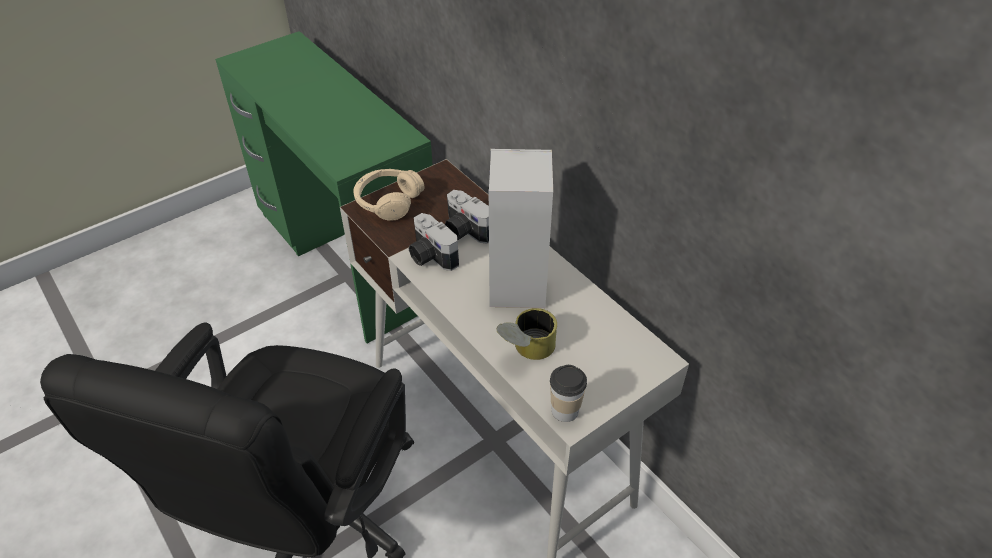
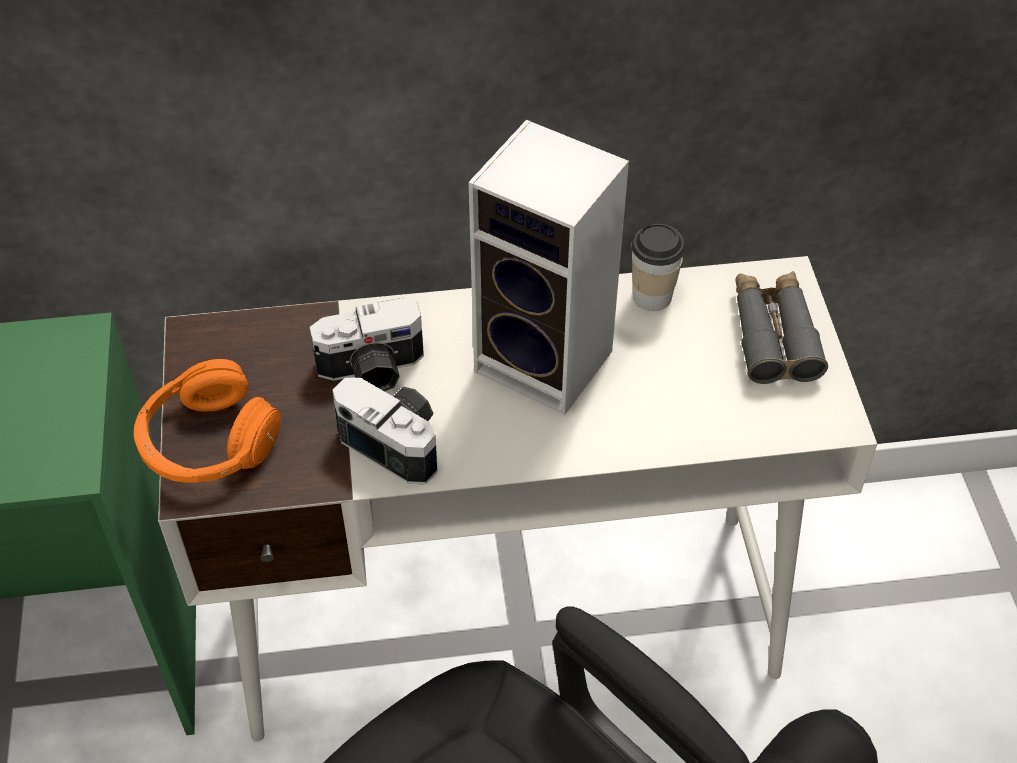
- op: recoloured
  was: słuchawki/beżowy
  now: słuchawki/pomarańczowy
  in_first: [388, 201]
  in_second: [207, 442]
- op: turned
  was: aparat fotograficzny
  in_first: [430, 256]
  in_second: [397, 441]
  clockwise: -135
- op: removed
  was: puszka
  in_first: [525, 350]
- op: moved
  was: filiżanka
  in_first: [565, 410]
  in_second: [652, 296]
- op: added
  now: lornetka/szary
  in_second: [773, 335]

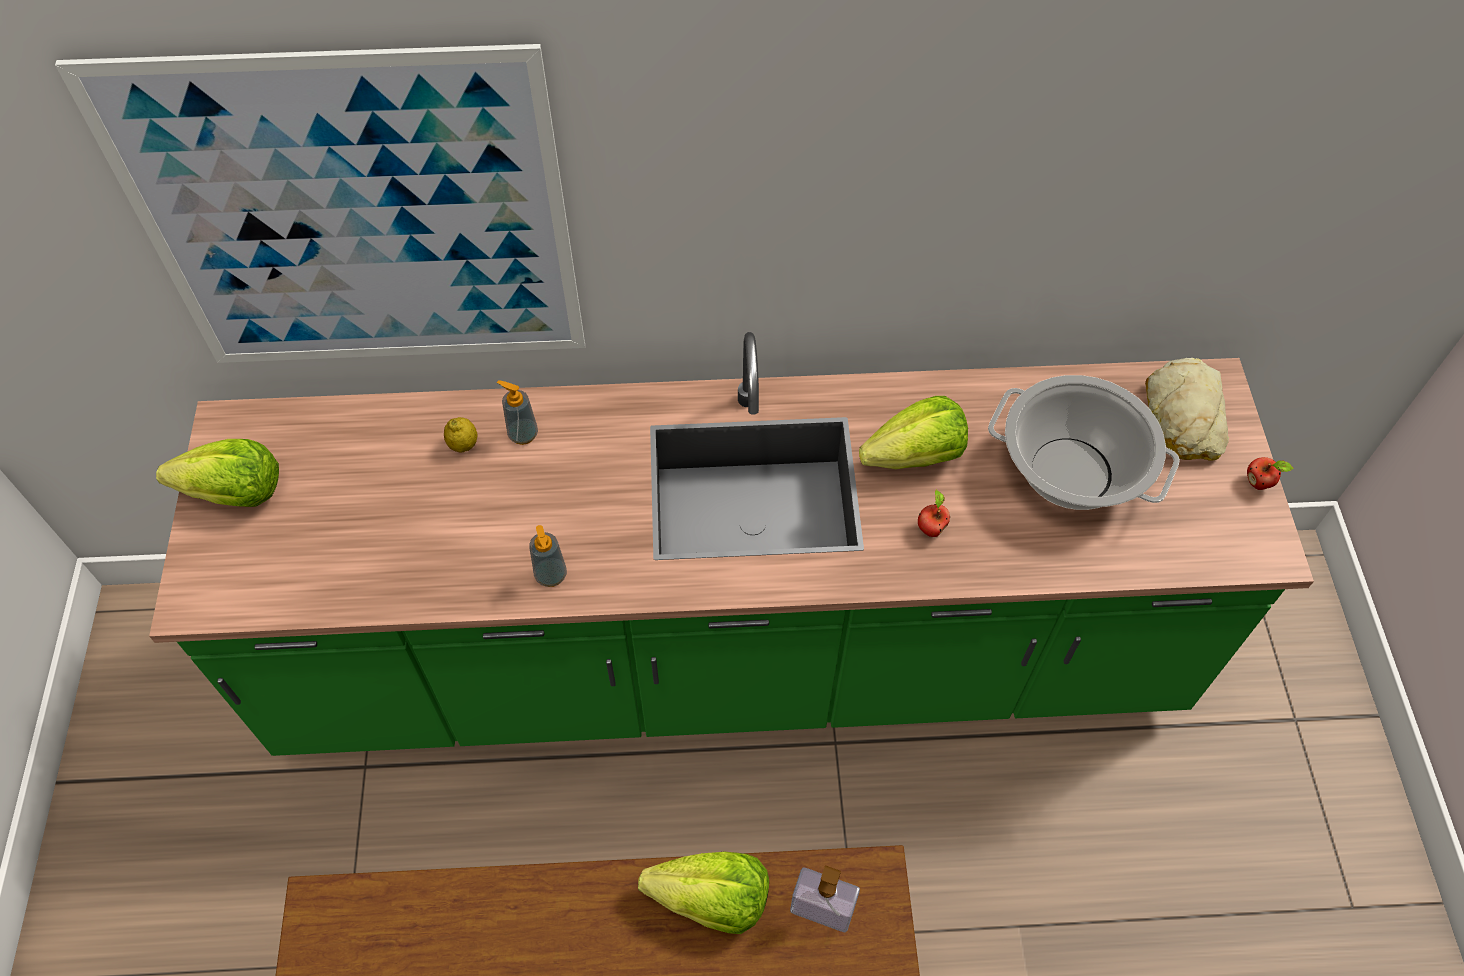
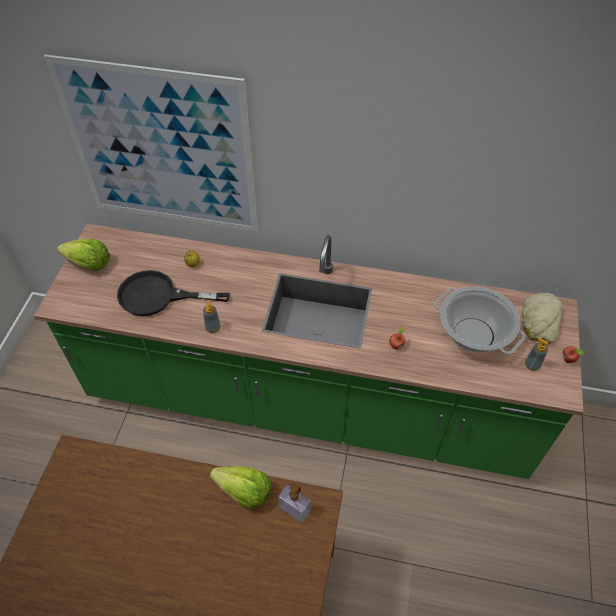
- op: moved
  was: dozownik mydła
  in_first: [523, 434]
  in_second: [532, 365]
- op: removed
  was: sałata
  in_first: [915, 457]
- op: added
  now: patelnia/czarny
  in_second: [158, 296]

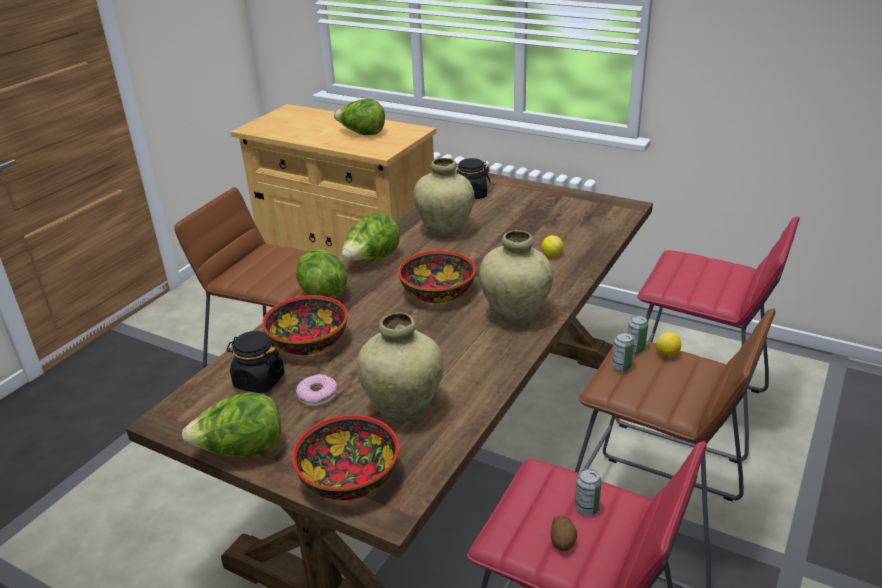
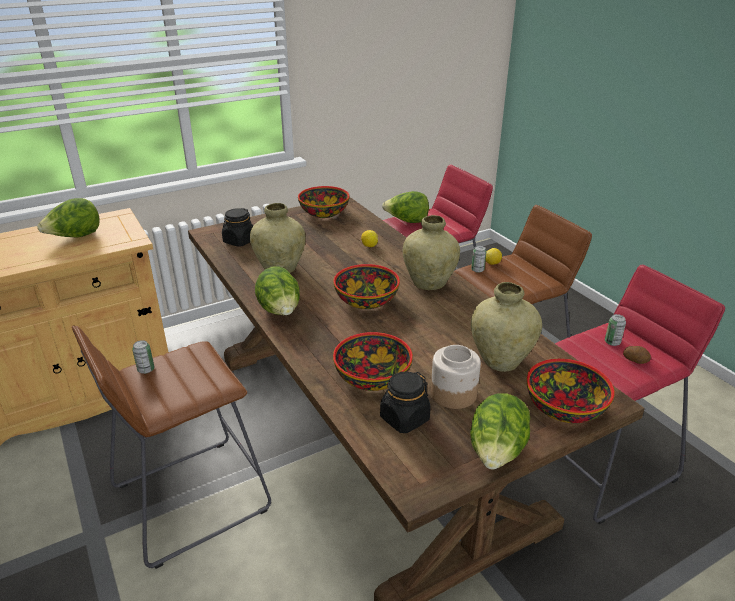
- op: moved
  was: sałata
  in_first: [322, 293]
  in_second: [406, 221]
- op: moved
  was: puszka
  in_first: [621, 366]
  in_second: [146, 369]
- op: replaced
  was: donut
  now: słoik
  in_first: [317, 396]
  in_second: [453, 394]
- op: added
  now: miska
  in_second: [323, 213]

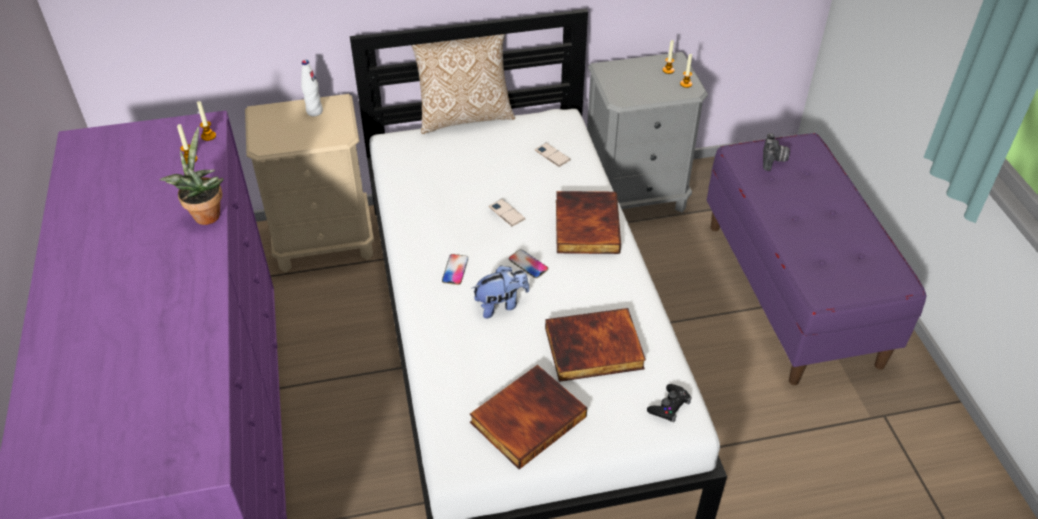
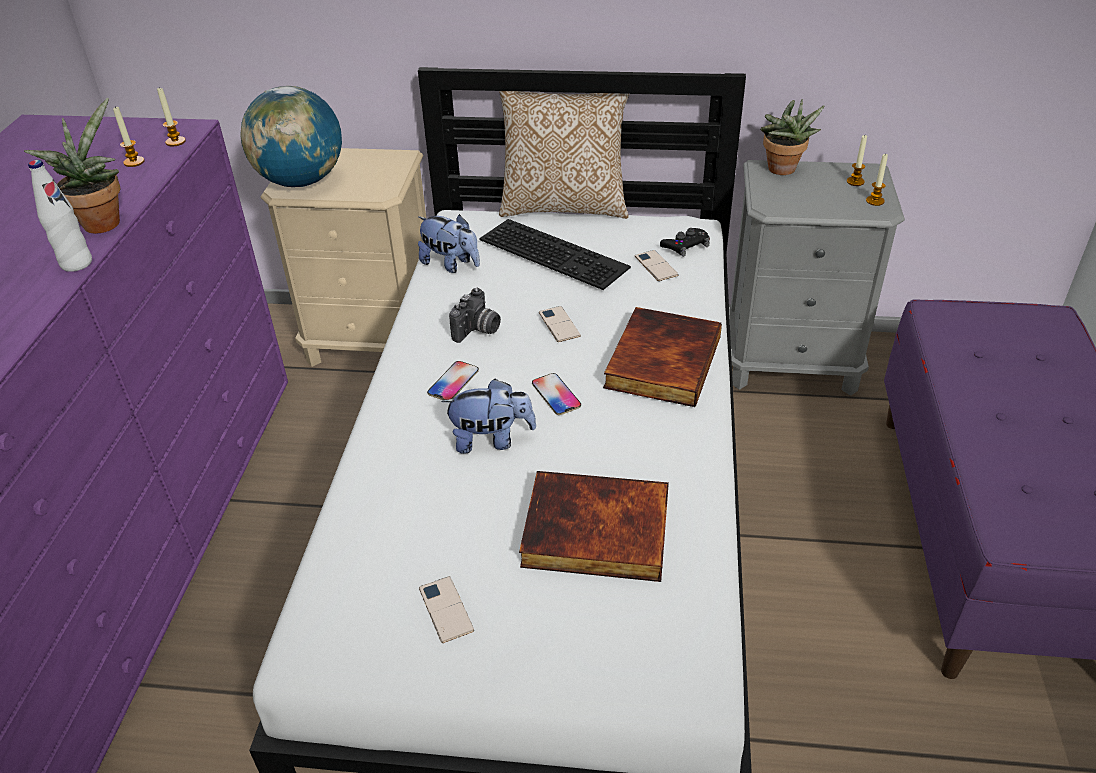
- op: moved
  was: butelka/biały
  in_first: [314, 111]
  in_second: [76, 263]
- op: moved
  was: aparat fotograficzny
  in_first: [774, 161]
  in_second: [478, 331]
- op: replaced
  was: książka
  now: telefon
  in_first: [527, 417]
  in_second: [446, 609]
- op: moved
  was: pad do gier/czarny
  in_first: [669, 406]
  in_second: [685, 246]
- op: added
  now: globus
  in_second: [301, 181]
- op: added
  now: roślina doniczkowa
  in_second: [783, 171]
- op: added
  now: pluszak
  in_second: [451, 264]
- op: added
  now: klawiatura
  in_second: [556, 252]

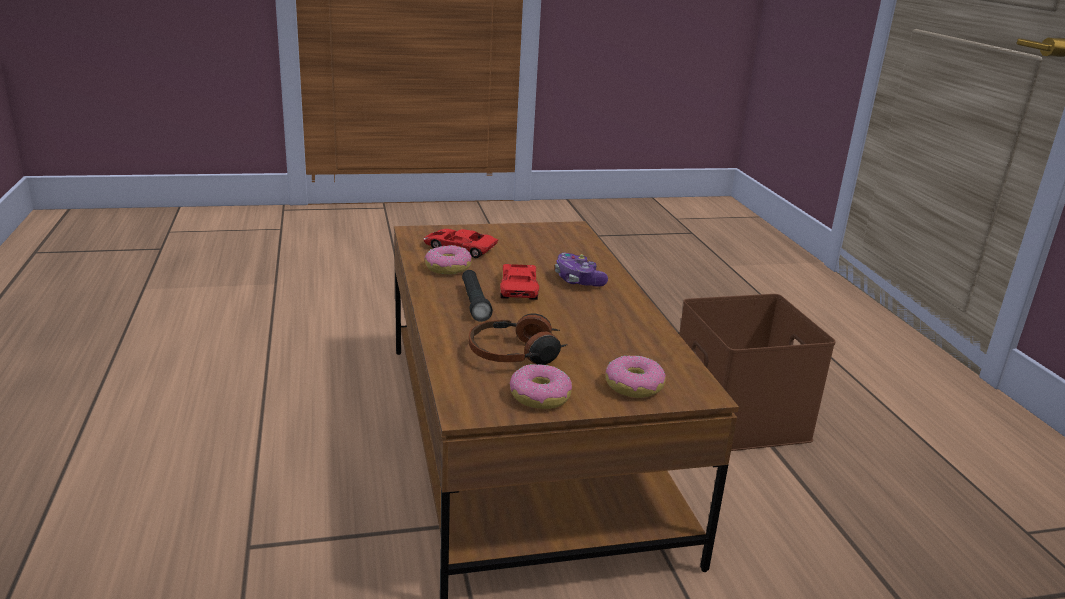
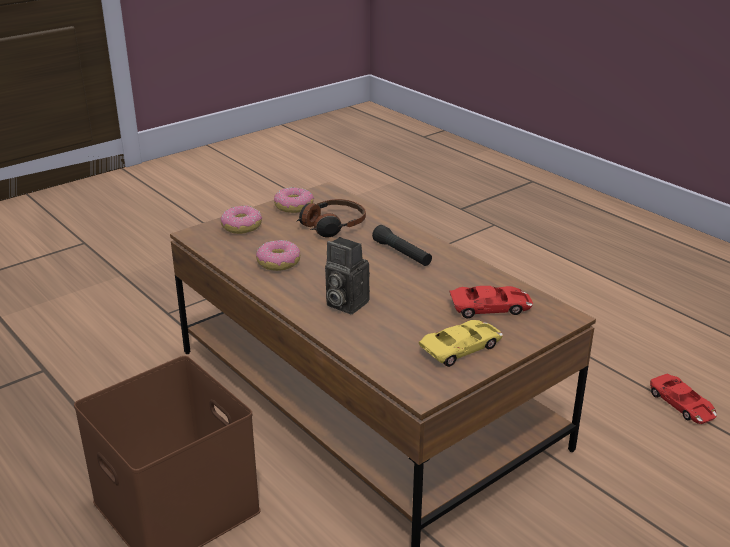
- op: moved
  was: donut
  in_first: [448, 268]
  in_second: [278, 263]
- op: replaced
  was: pad do gier
  now: aparat fotograficzny
  in_first: [578, 280]
  in_second: [344, 303]
- op: moved
  was: samochodzik/czerwony
  in_first: [518, 287]
  in_second: [682, 405]
- op: added
  now: samochodzik/żółty
  in_second: [462, 347]

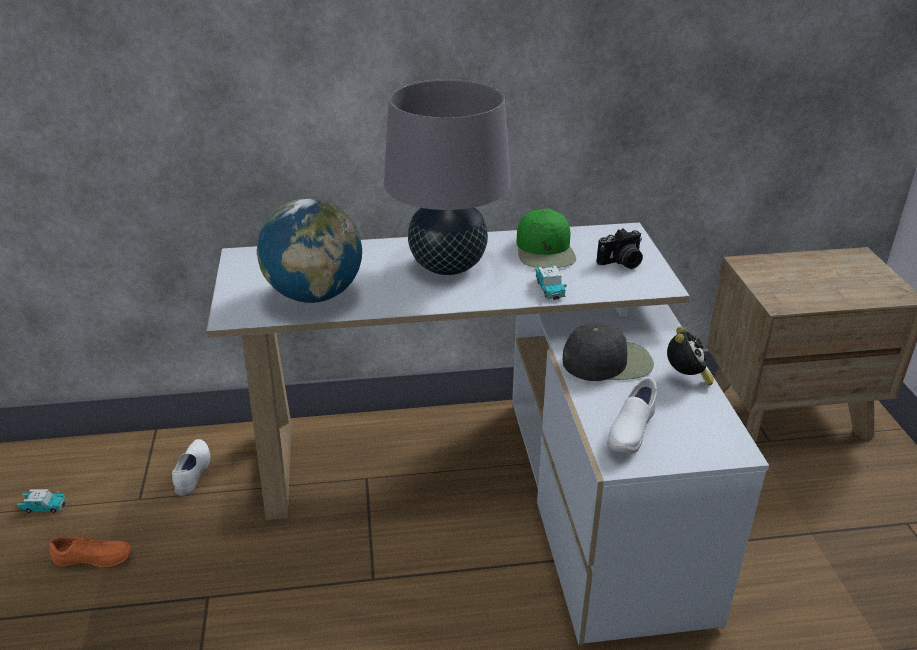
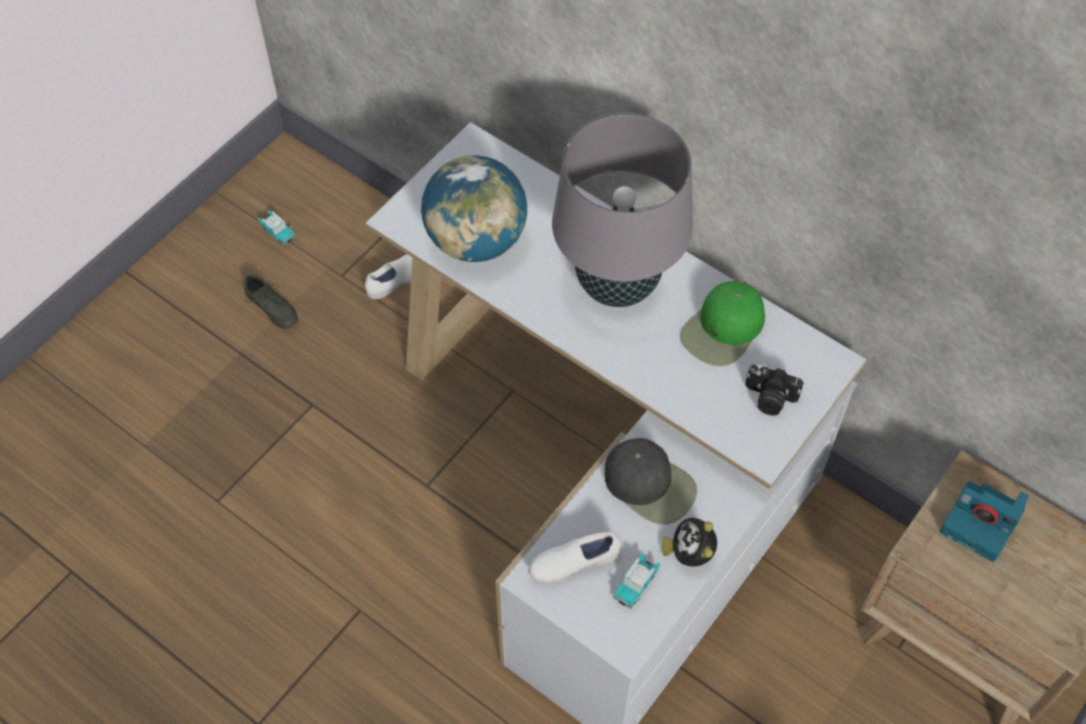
- op: moved
  was: samochodzik
  in_first: [549, 289]
  in_second: [636, 584]
- op: turned
  was: budzik
  in_first: [686, 377]
  in_second: [689, 553]
  clockwise: 120
- op: recoloured
  was: but/pomarańczowy
  now: but/szary
  in_first: [92, 560]
  in_second: [270, 309]
- op: added
  now: aparat fotograficzny
  in_second: [982, 523]

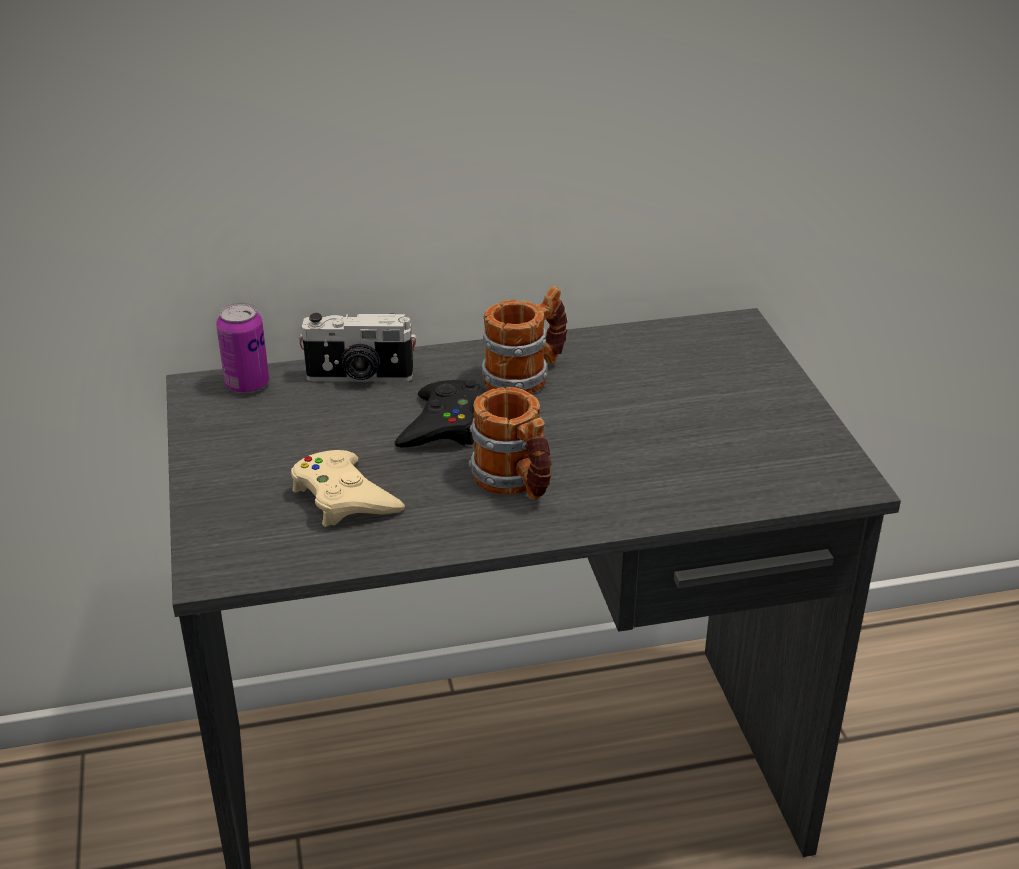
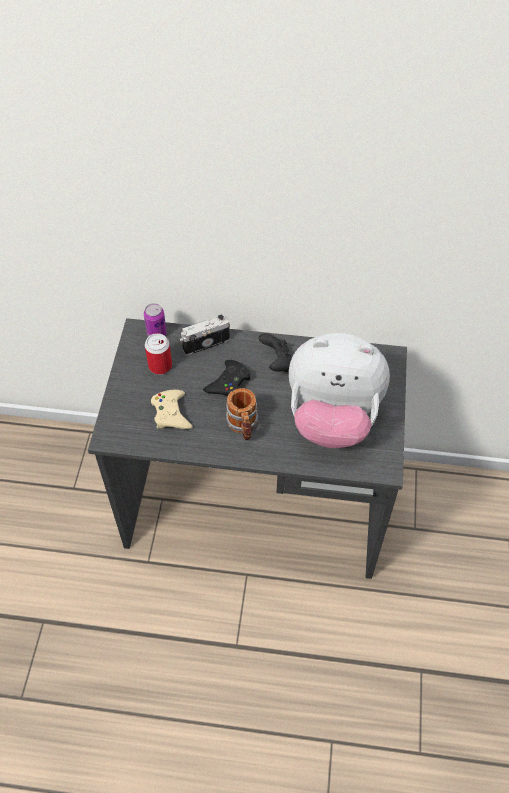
- op: replaced
  was: kubek
  now: pad do gier/czarny
  in_first: [526, 375]
  in_second: [277, 362]
- op: turned
  was: aparat fotograficzny
  in_first: [360, 377]
  in_second: [205, 343]
  clockwise: 135
- op: added
  now: puszka
  in_second: [160, 366]
- op: added
  now: pluszak
  in_second: [332, 418]

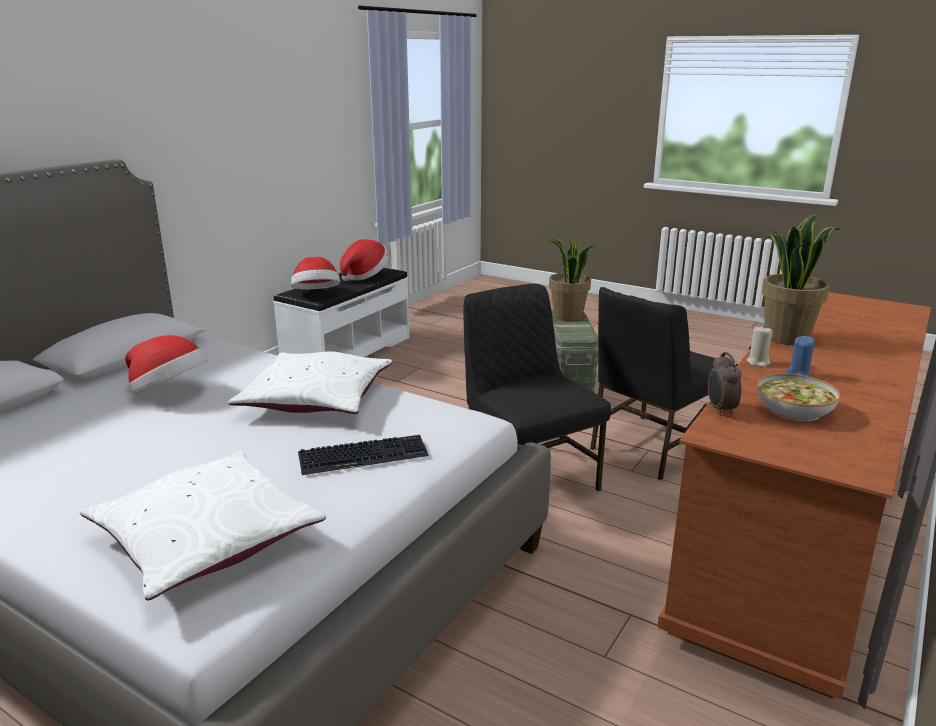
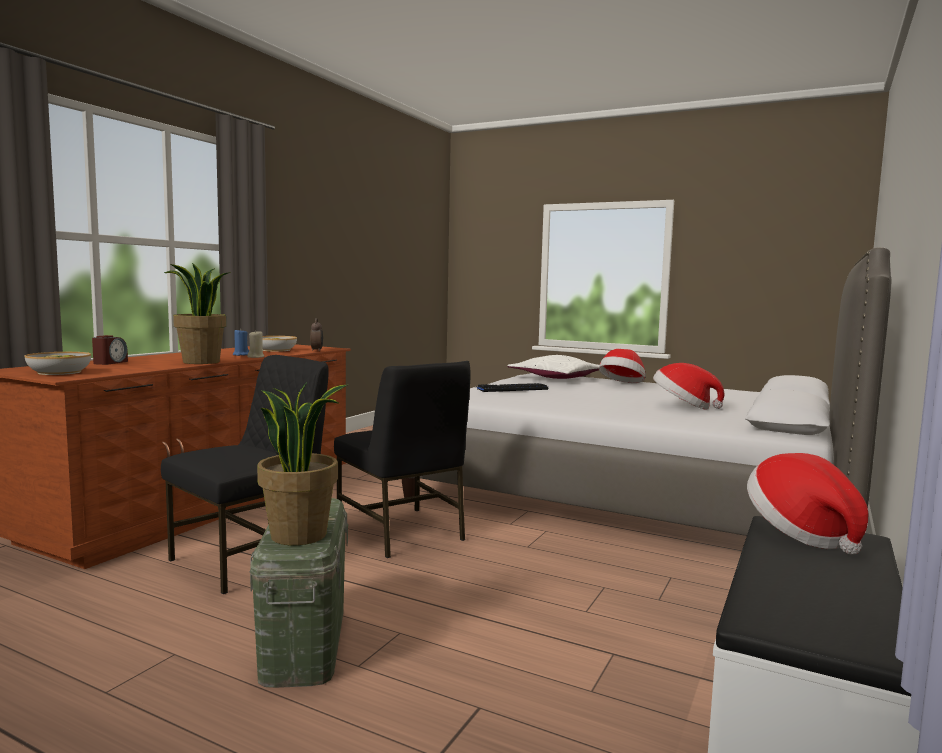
- op: moved
  was: kapelusz
  in_first: [364, 276]
  in_second: [622, 385]
- op: removed
  was: poduszka/biały
  in_first: [317, 398]
- op: added
  now: budzik
  in_second: [110, 362]
- op: added
  now: miska
  in_second: [60, 372]

